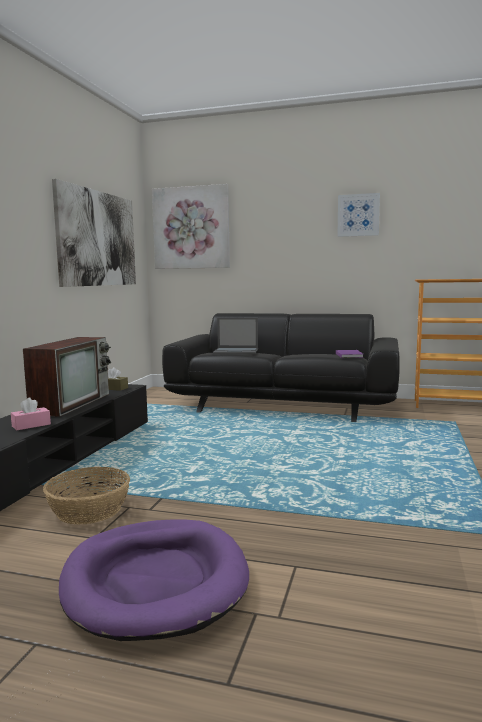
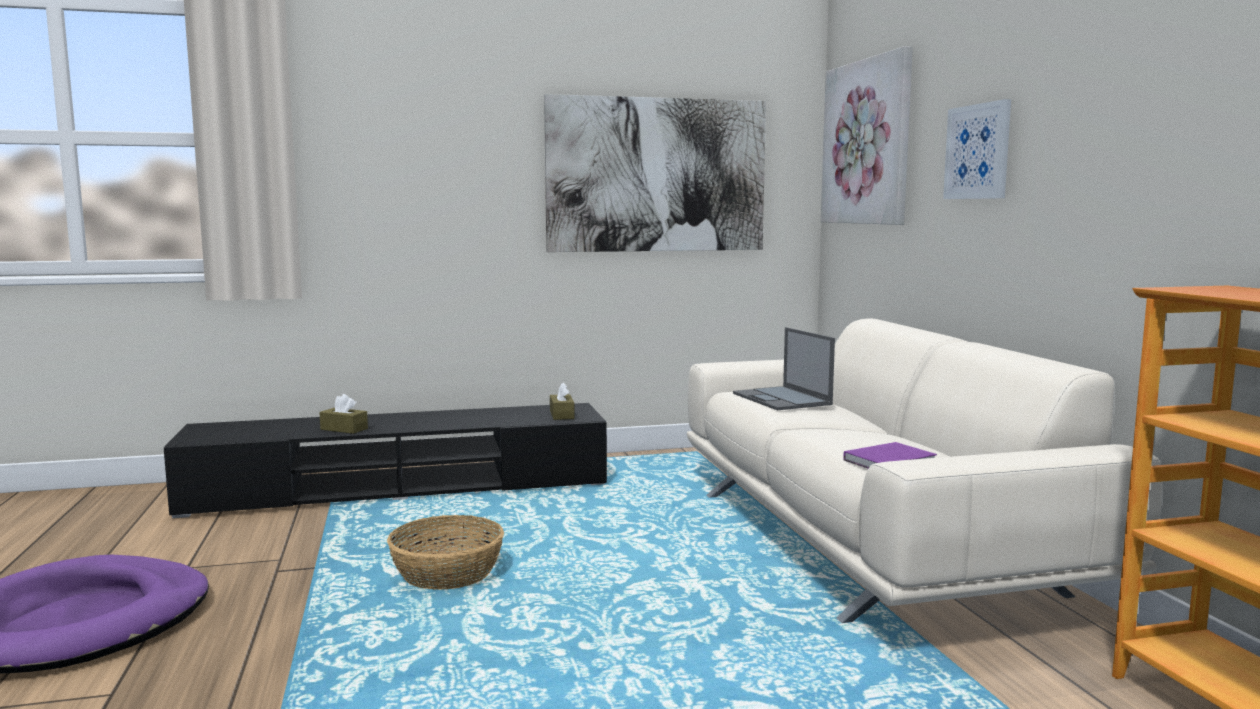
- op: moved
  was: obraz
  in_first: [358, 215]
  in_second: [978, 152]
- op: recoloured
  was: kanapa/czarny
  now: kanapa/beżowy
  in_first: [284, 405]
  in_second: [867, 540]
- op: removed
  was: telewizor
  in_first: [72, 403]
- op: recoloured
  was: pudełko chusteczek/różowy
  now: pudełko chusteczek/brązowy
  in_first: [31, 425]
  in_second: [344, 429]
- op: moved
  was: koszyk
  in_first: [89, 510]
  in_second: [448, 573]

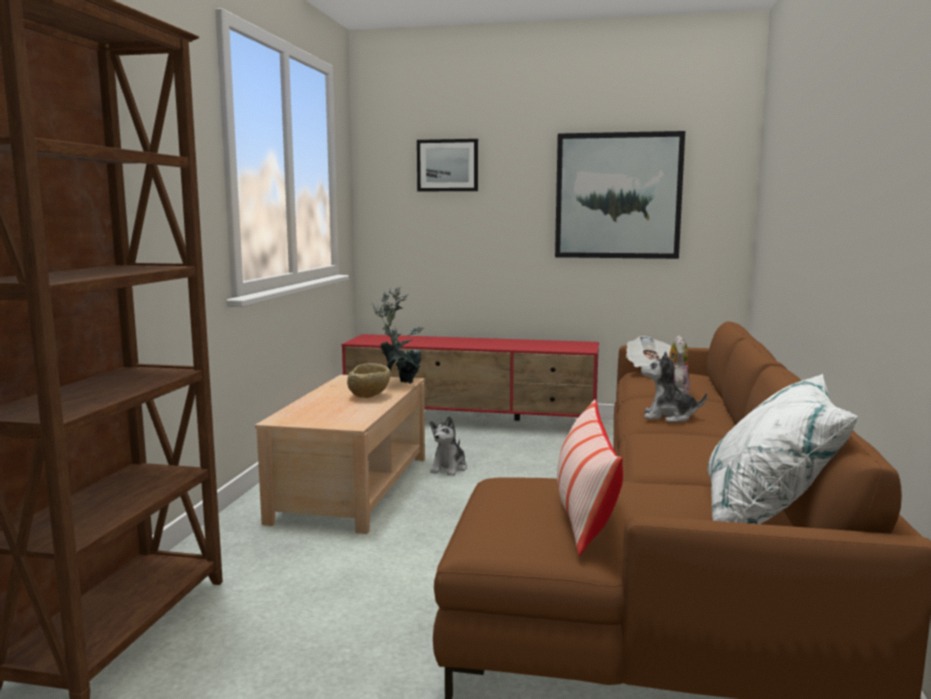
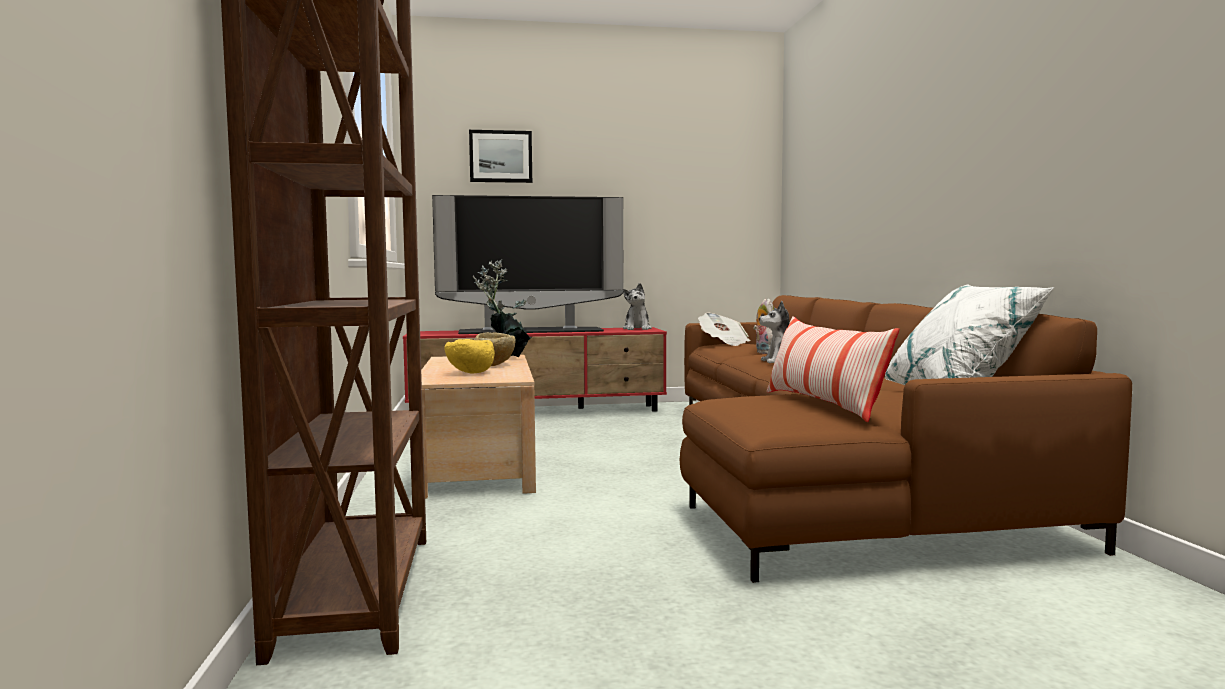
- op: removed
  was: obraz
  in_first: [618, 196]
- op: moved
  was: pluszak
  in_first: [449, 468]
  in_second: [637, 329]
- op: added
  now: telewizor
  in_second: [531, 331]
- op: added
  now: miska/żółty
  in_second: [470, 373]

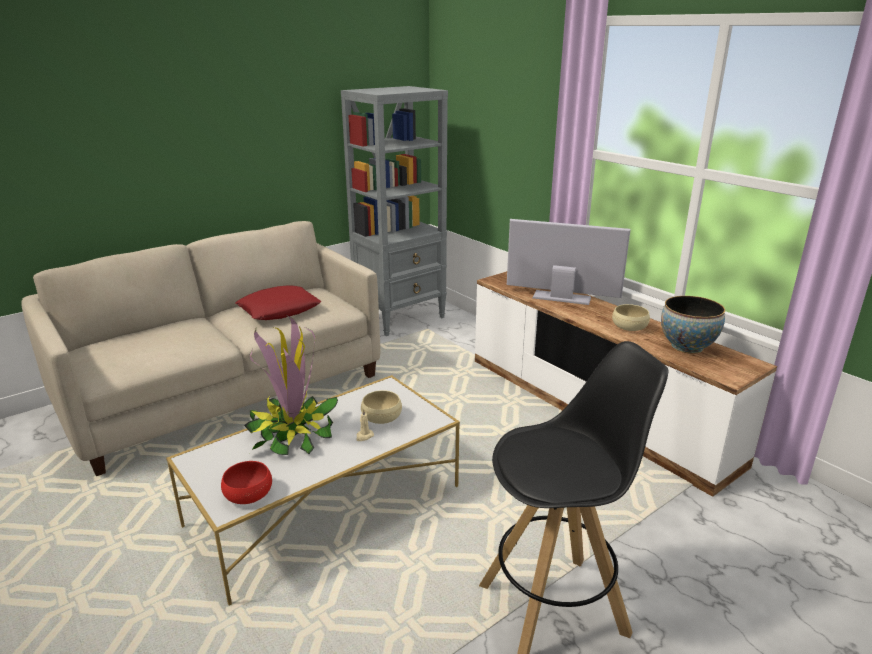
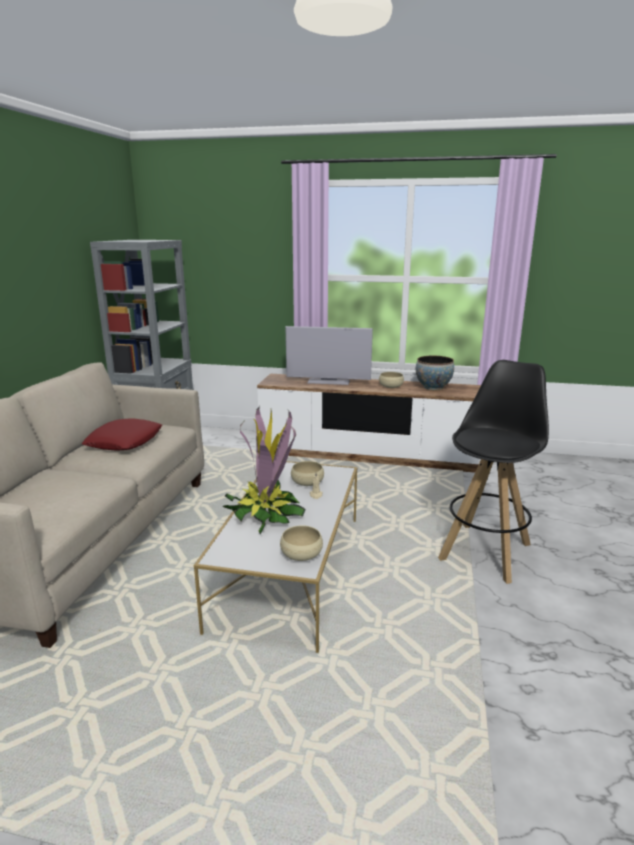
- op: turned
  was: telewizor
  in_first: [561, 297]
  in_second: [328, 382]
  clockwise: -150
- op: recoloured
  was: miska/czerwony
  now: miska/beżowy
  in_first: [248, 494]
  in_second: [301, 554]

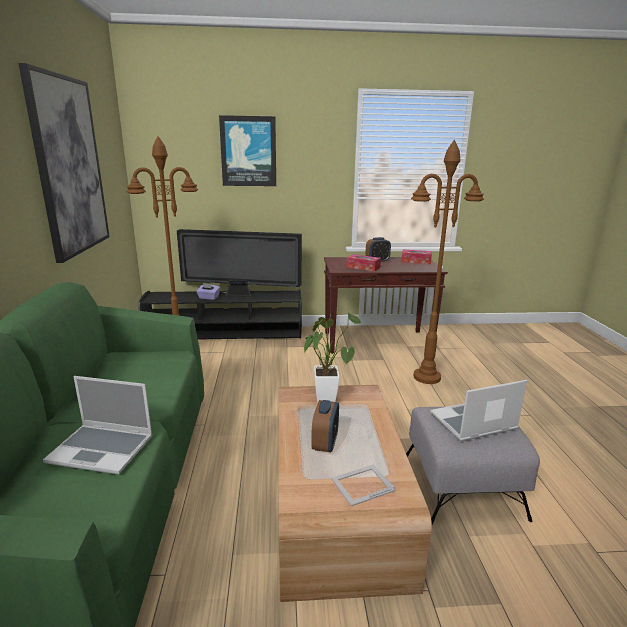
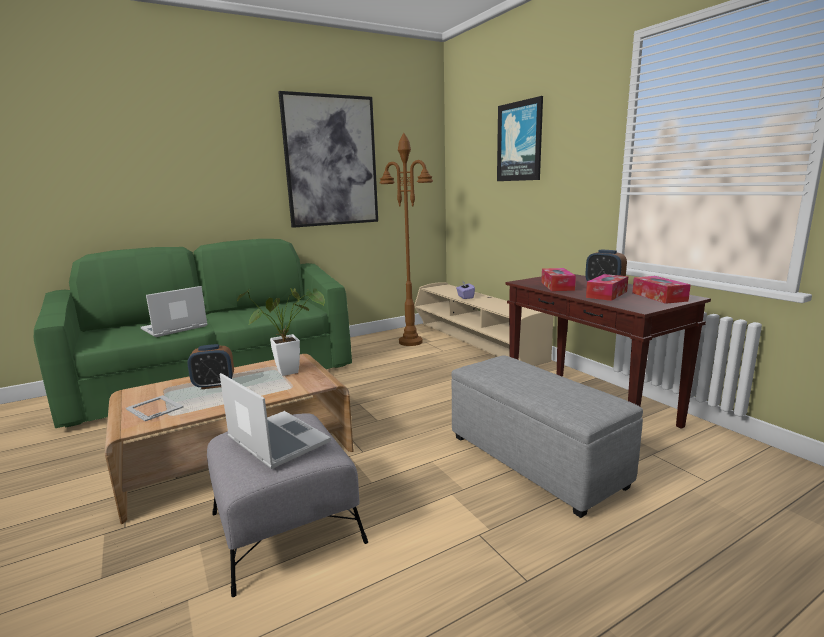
- op: replaced
  was: lampa stojąca/brązowy
  now: pufa/szary
  in_first: [427, 377]
  in_second: [535, 461]
- op: removed
  was: telewizor
  in_first: [241, 294]
- op: recoloured
  was: szafka pod telewizor/czarny
  now: szafka pod telewizor/beżowy
  in_first: [225, 335]
  in_second: [475, 342]
- op: turned
  was: laptop
  in_first: [103, 449]
  in_second: [174, 328]
  clockwise: 60
- op: added
  now: pudełko chusteczek
  in_second: [606, 294]

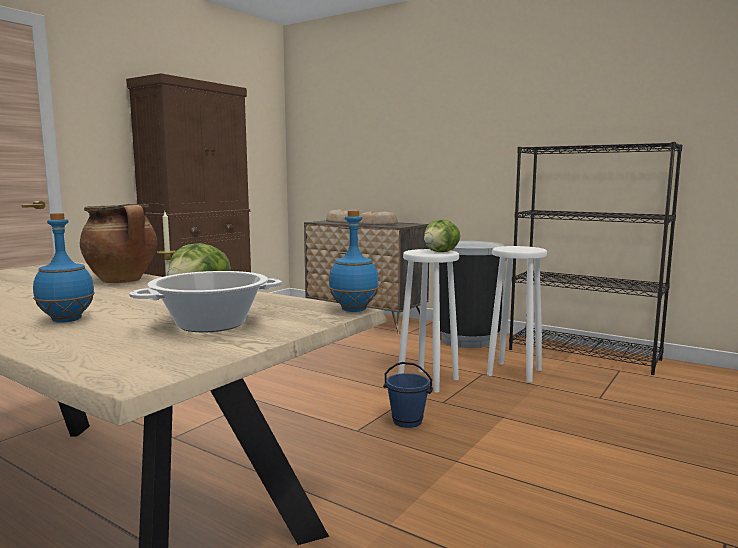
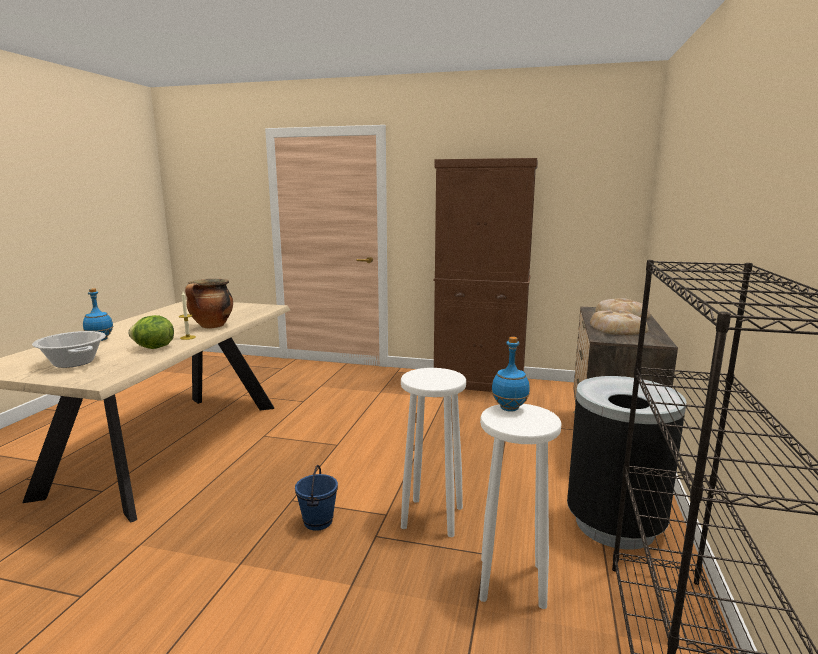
- op: moved
  was: butelka/niebieski
  in_first: [354, 310]
  in_second: [510, 408]
- op: removed
  was: sałata
  in_first: [441, 252]

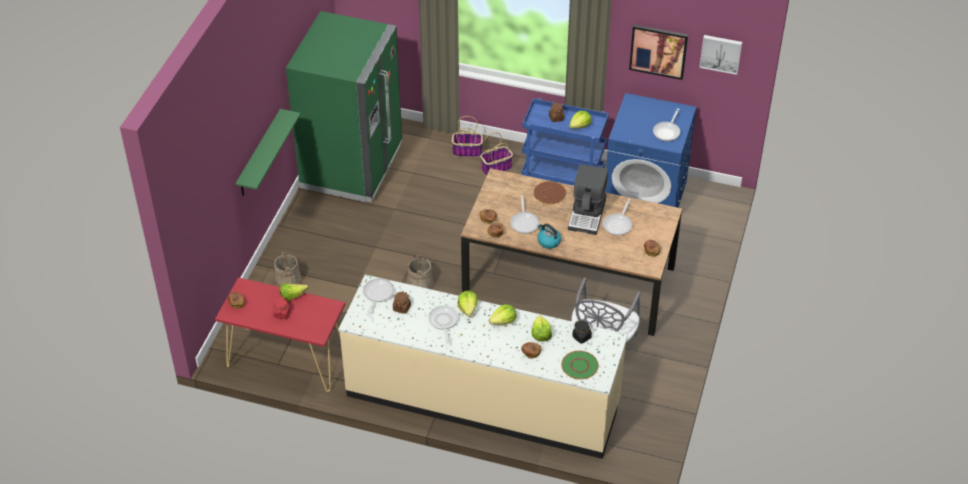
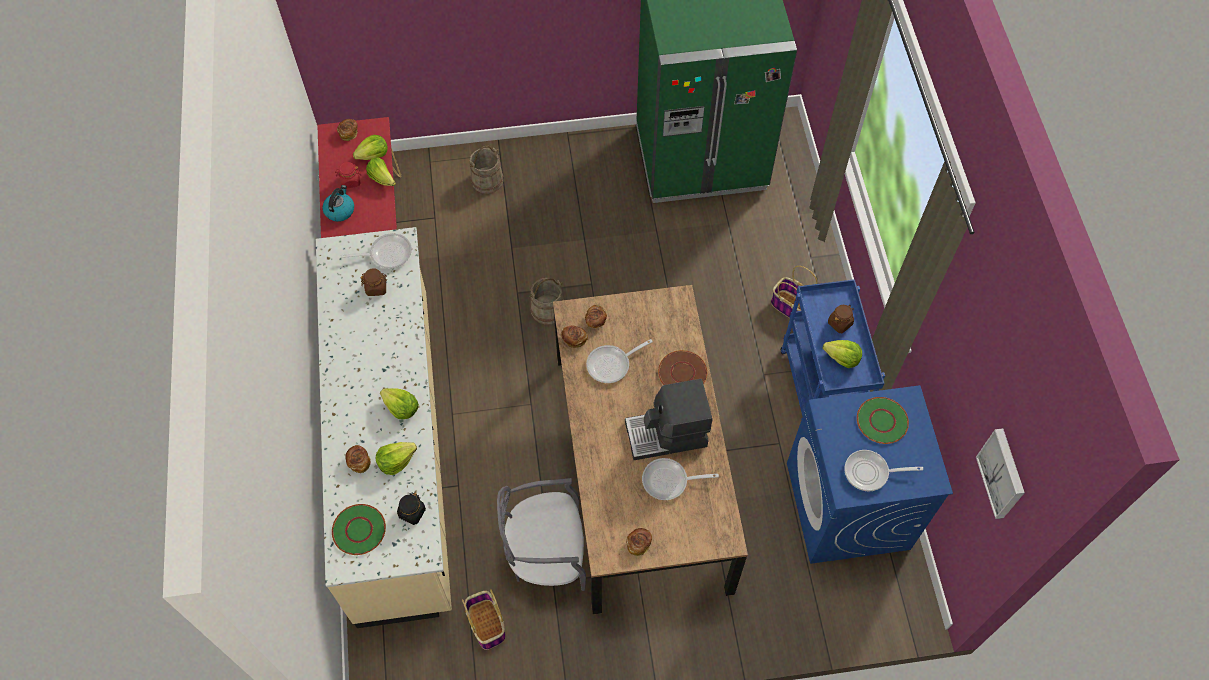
- op: removed
  was: obraz
  in_first: [658, 51]
- op: removed
  was: półka/zielony
  in_first: [259, 154]
- op: moved
  was: koszyk
  in_first: [467, 151]
  in_second: [487, 625]
- op: moved
  was: czajnik
  in_first: [548, 241]
  in_second: [340, 210]
- op: moved
  was: sałata
  in_first: [468, 308]
  in_second: [373, 155]
- op: removed
  was: patelnia
  in_first: [443, 322]
- op: added
  now: talerz/zielony
  in_second: [882, 421]

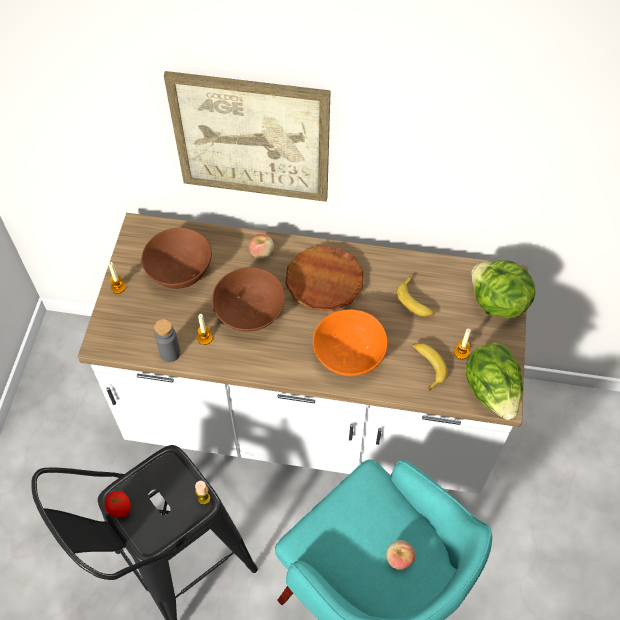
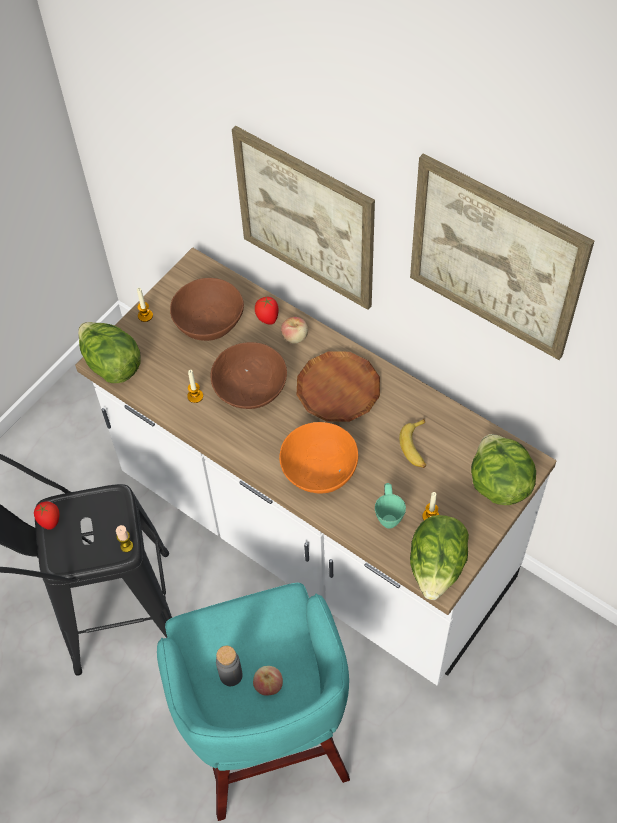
- op: moved
  was: butelka/szary
  in_first: [170, 353]
  in_second: [231, 675]
- op: replaced
  was: banan
  now: kubek/zielony
  in_first: [427, 366]
  in_second: [388, 514]
- op: added
  now: obraz
  in_second: [495, 258]
- op: added
  now: pomidor
  in_second: [267, 318]
- op: added
  now: sałata
  in_second: [111, 364]

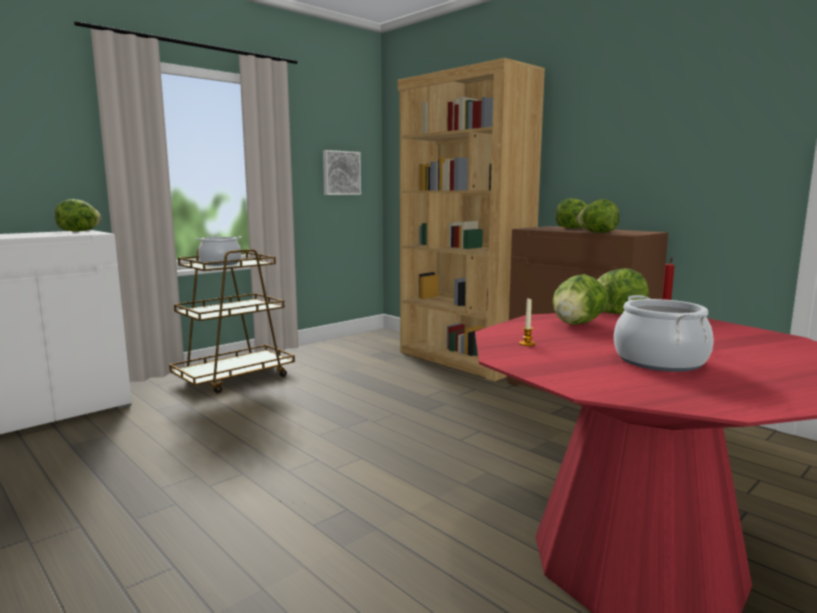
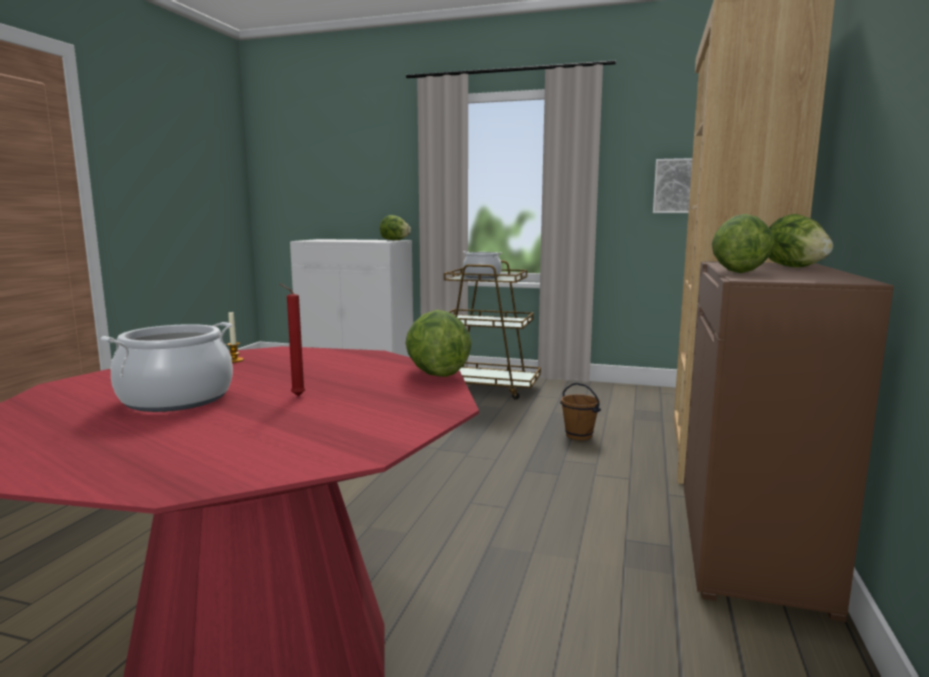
- op: removed
  was: sałata
  in_first: [577, 324]
- op: added
  now: wiadro/brązowy
  in_second: [579, 436]

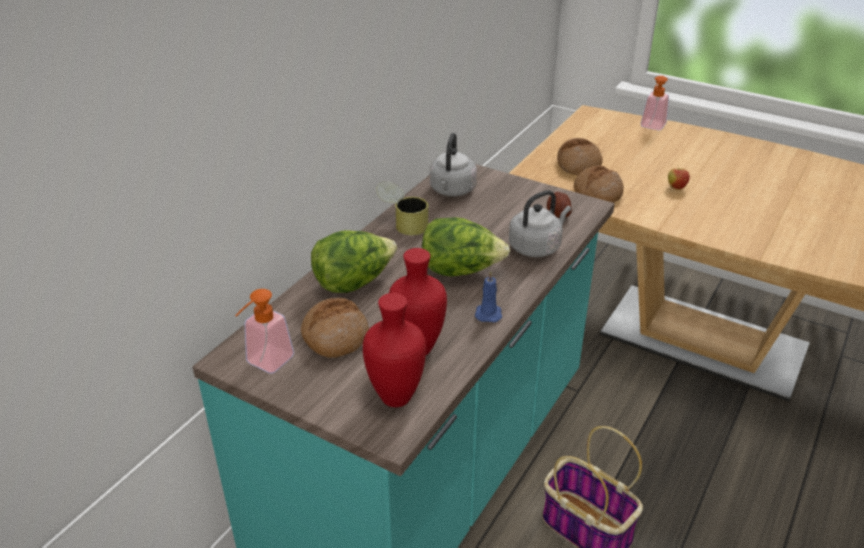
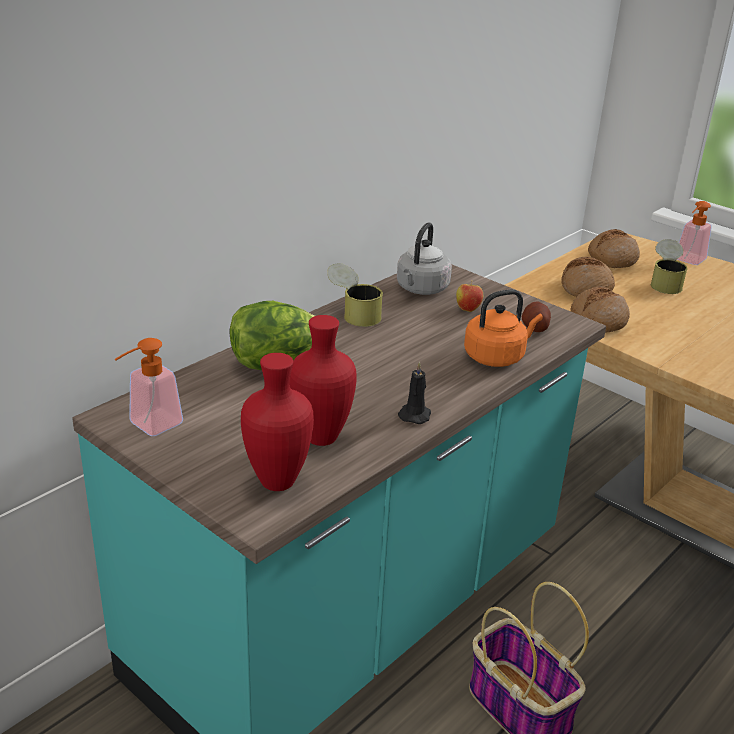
- op: moved
  was: jabłko
  in_first: [676, 187]
  in_second: [468, 309]
- op: recoloured
  was: czajnik/szary
  now: czajnik/pomarańczowy
  in_first: [536, 247]
  in_second: [497, 357]
- op: removed
  was: sałata
  in_first: [461, 271]
- op: recoloured
  was: świeca/niebieski
  now: świeca/czarny
  in_first: [488, 313]
  in_second: [415, 414]
- op: moved
  was: chleb
  in_first: [335, 336]
  in_second: [611, 258]
- op: added
  now: puszka
  in_second: [665, 283]

